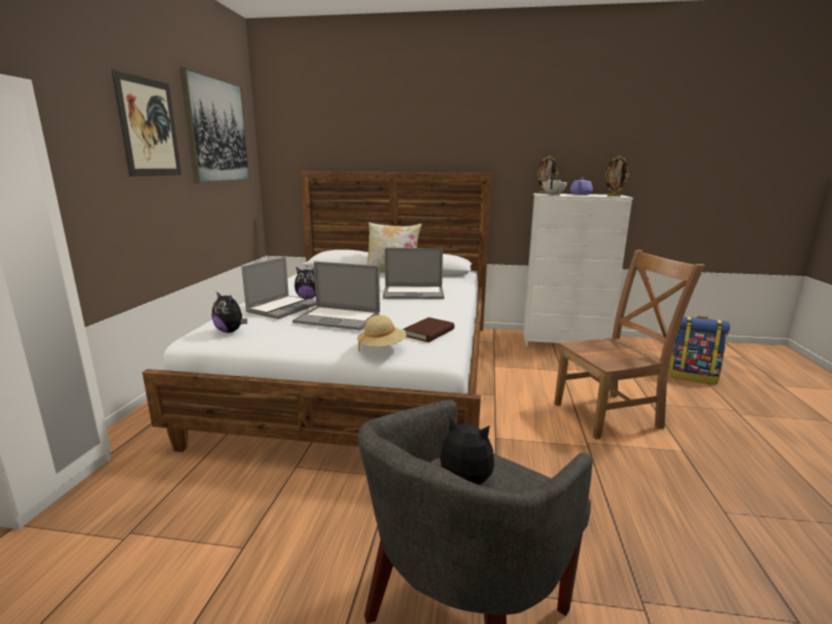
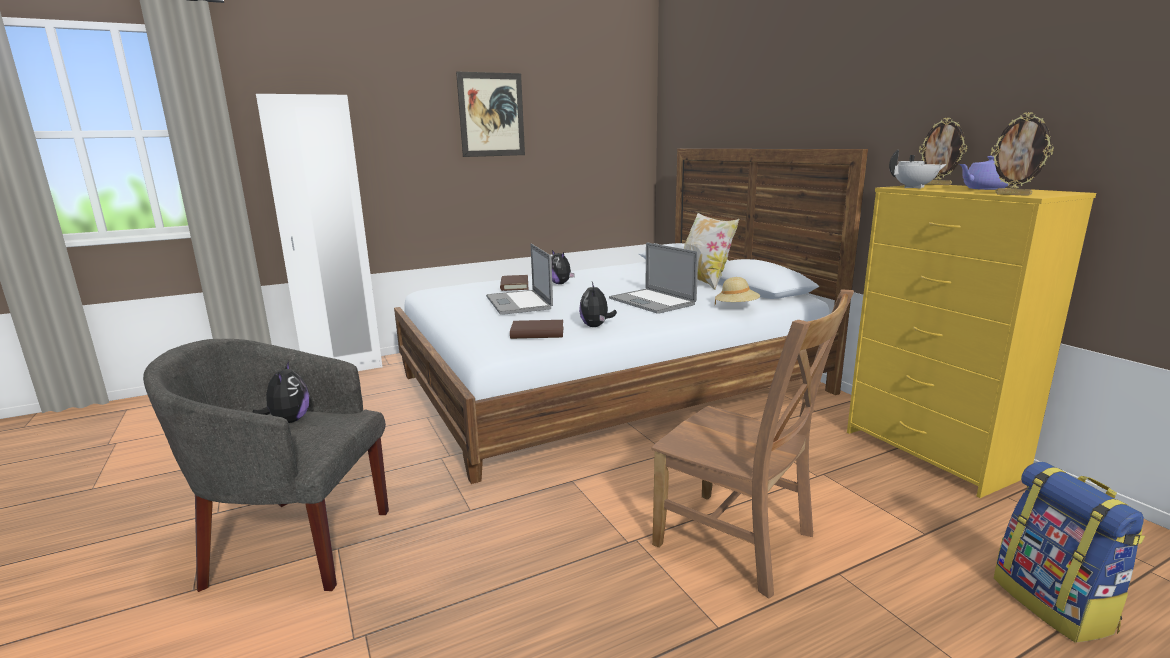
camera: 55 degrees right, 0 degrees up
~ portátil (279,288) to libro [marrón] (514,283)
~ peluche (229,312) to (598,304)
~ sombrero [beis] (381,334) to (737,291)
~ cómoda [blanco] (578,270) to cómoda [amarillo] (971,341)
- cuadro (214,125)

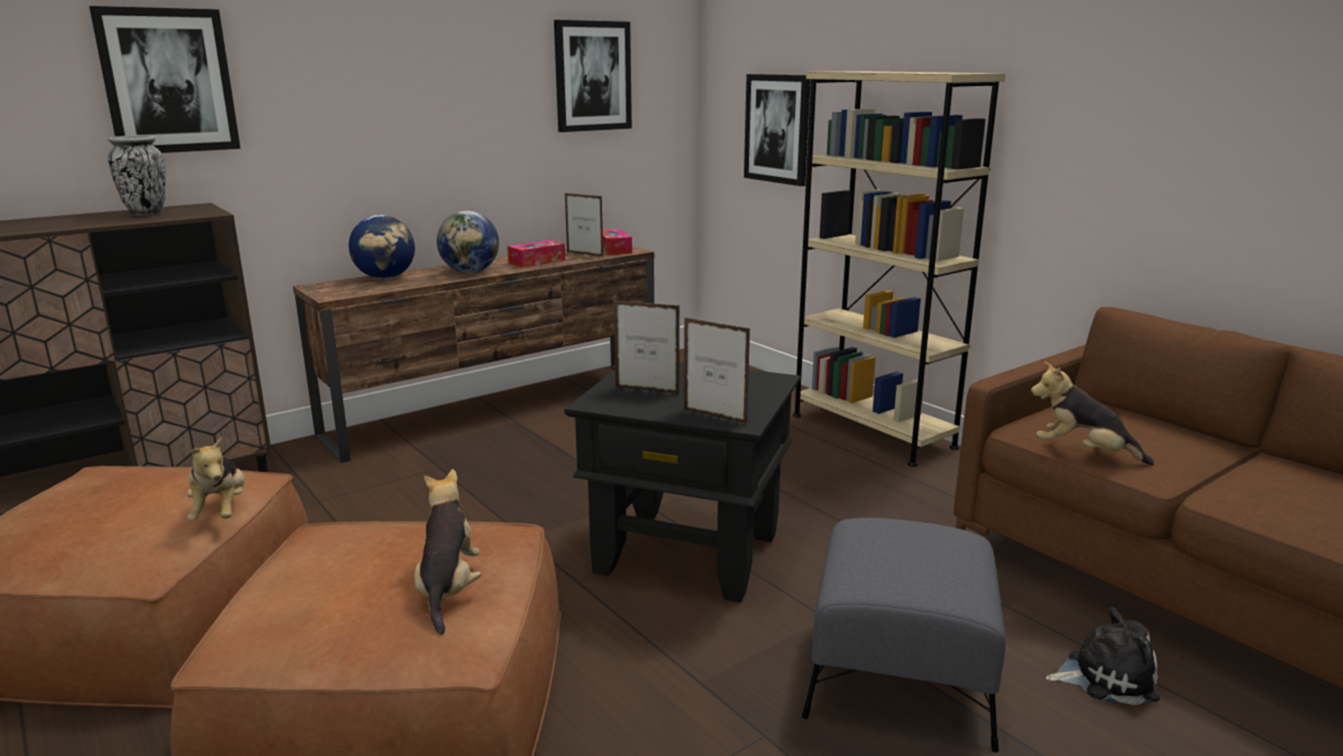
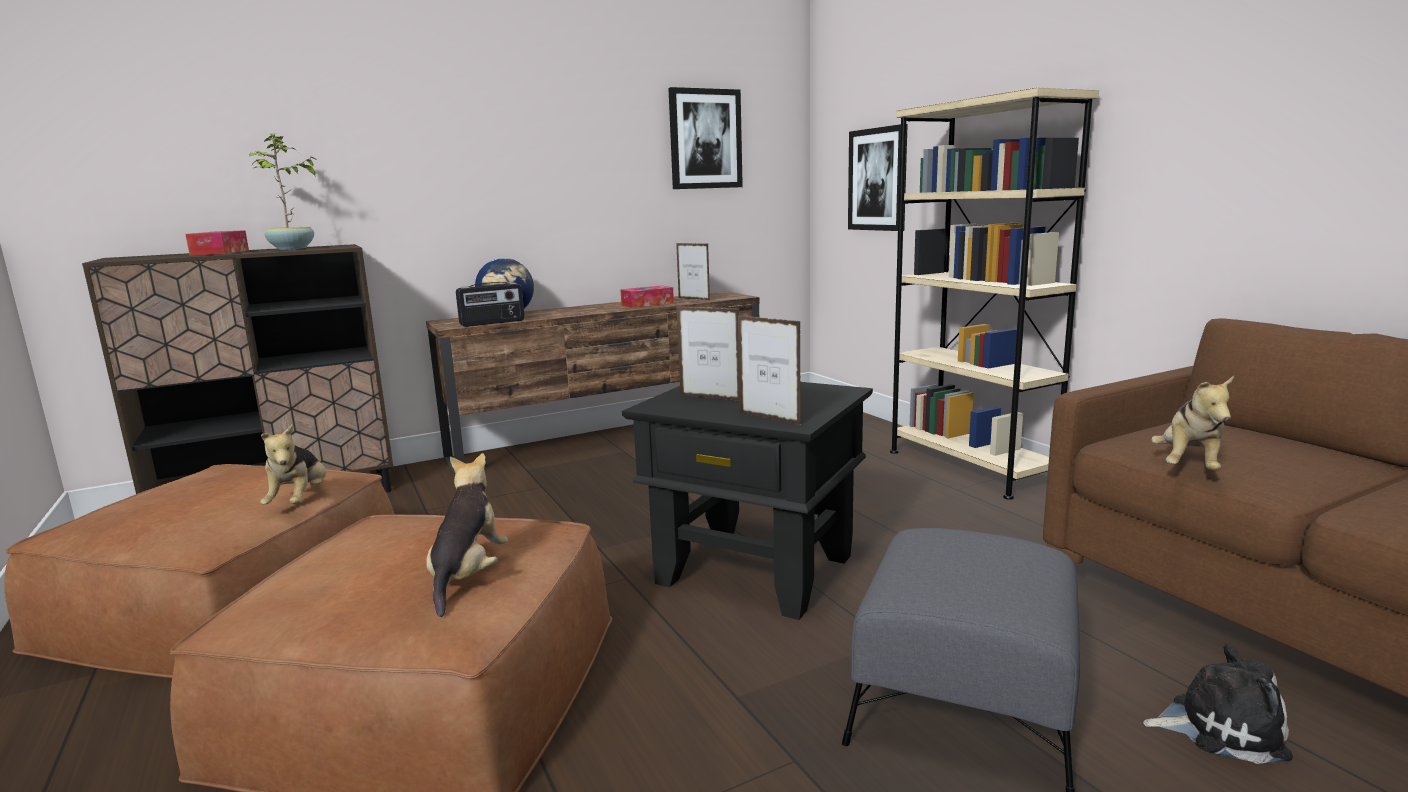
camera: 10 degrees right, 5 degrees down
~ caja de pañuelos (617,242) to (217,243)
~ florero (137,175) to planta en maceta (282,191)
+ radio (490,304)
~ peluche (1092,413) = (1192,423) 105 degrees counterclockwise
- cuadro (165,79)
- globo terráqueo (468,242)

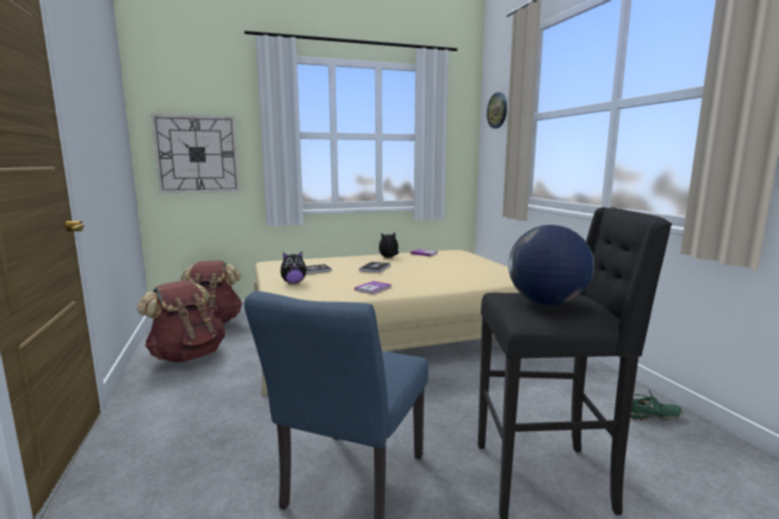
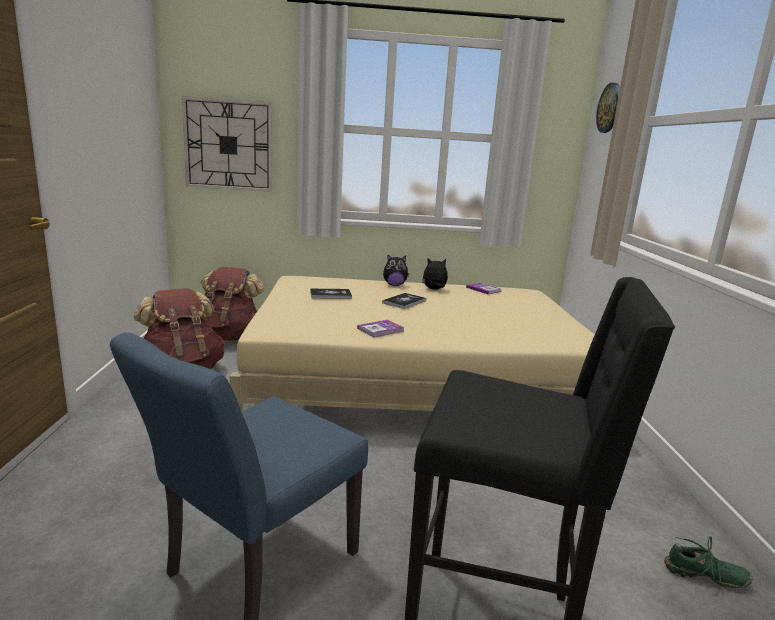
camera: 15 degrees right, 5 degrees up
~ peluche (293,268) to (396,270)
- globo terráqueo (551,265)

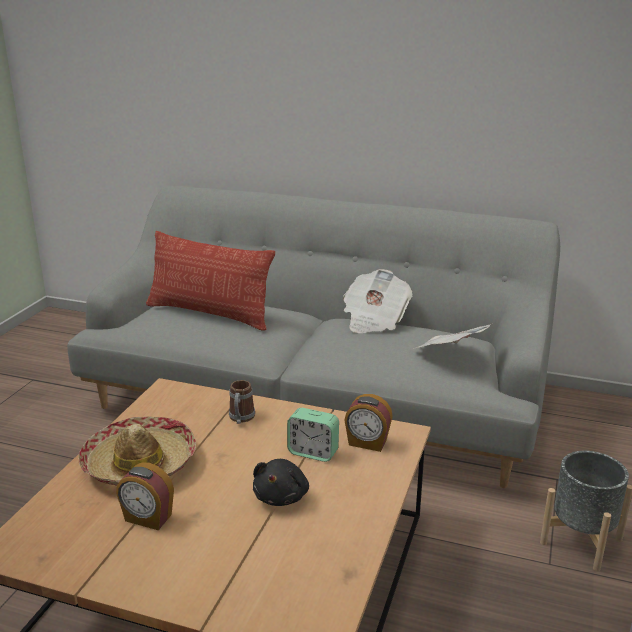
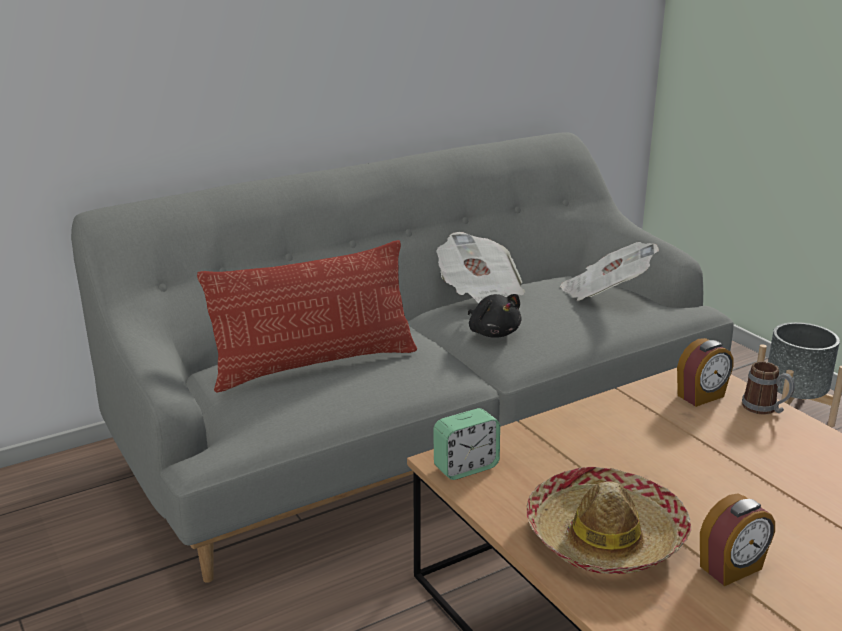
camera: 50 degrees left, 0 degrees up
~ despertador (313,435) to (466,444)
~ peluche [negro] (281,482) to (495,316)
~ taza grande (242,402) to (768,388)

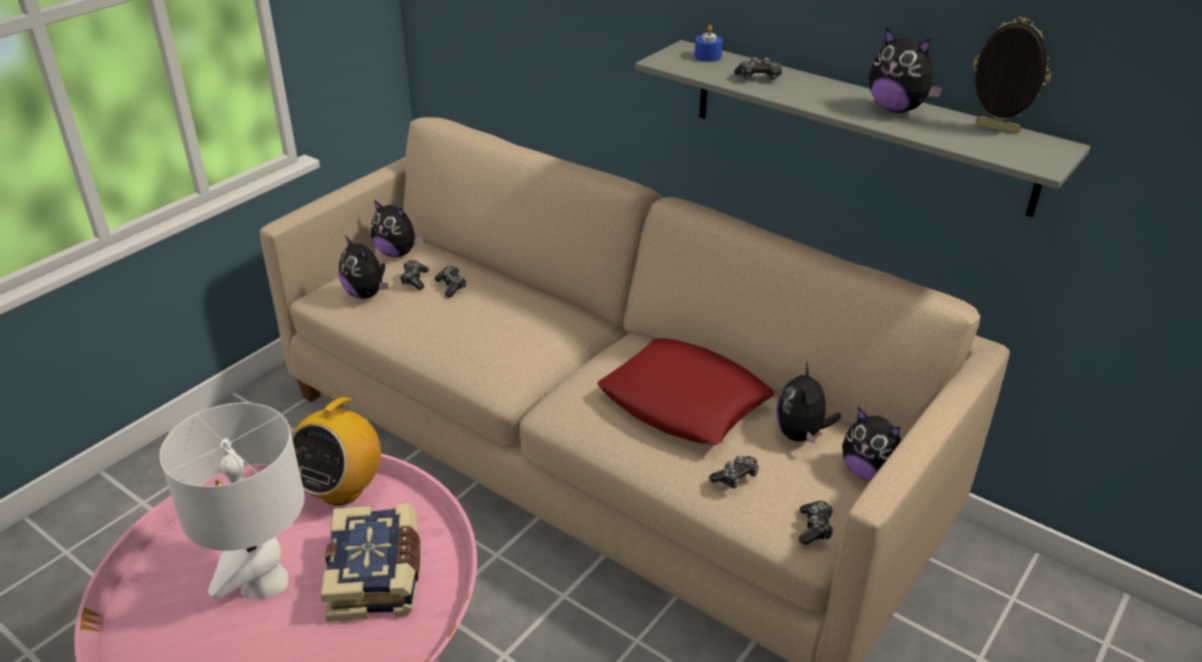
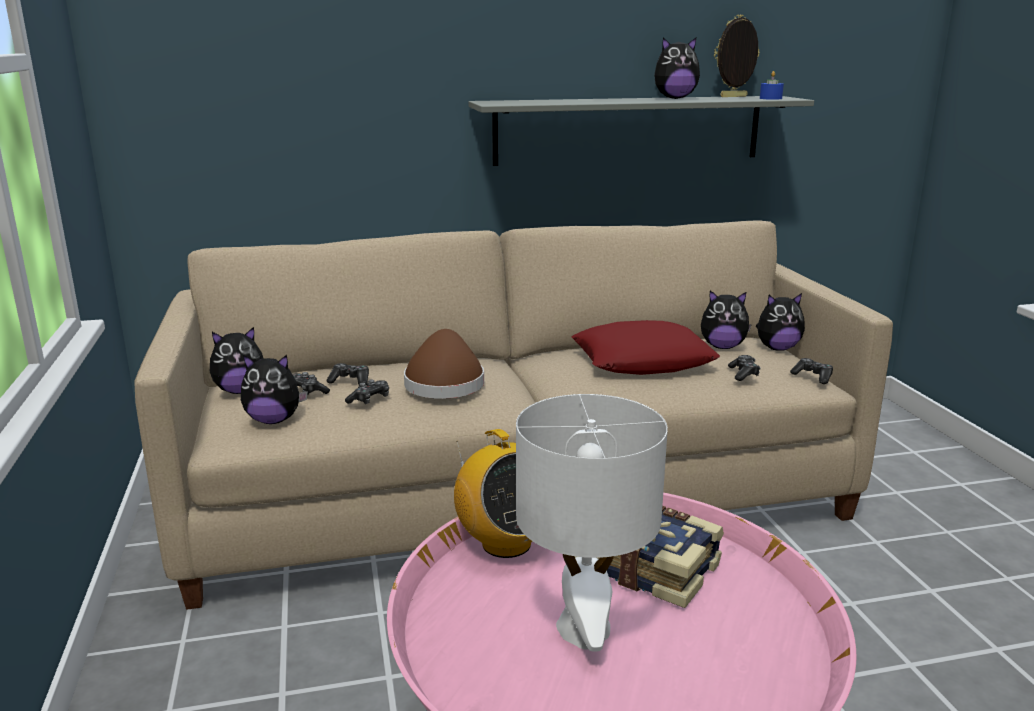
camera: 50 degrees left, 15 degrees down
~ mando de consola (758,68) to (367,391)
+ sombrero [marrón] (444,364)
~ peluche (808,403) = (726,319) 45 degrees counterclockwise
~ vela [azul] (708,43) to (772,85)

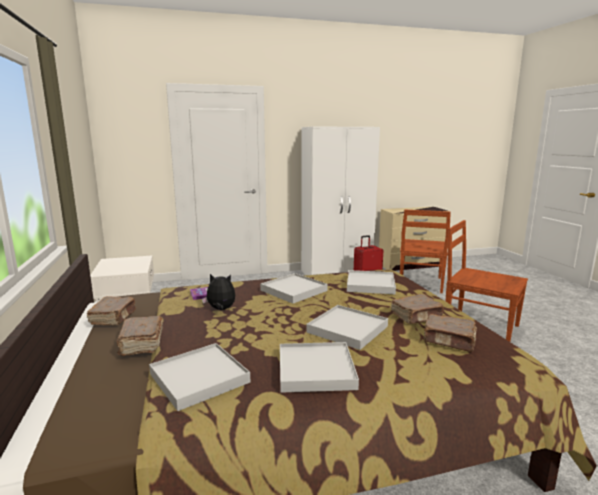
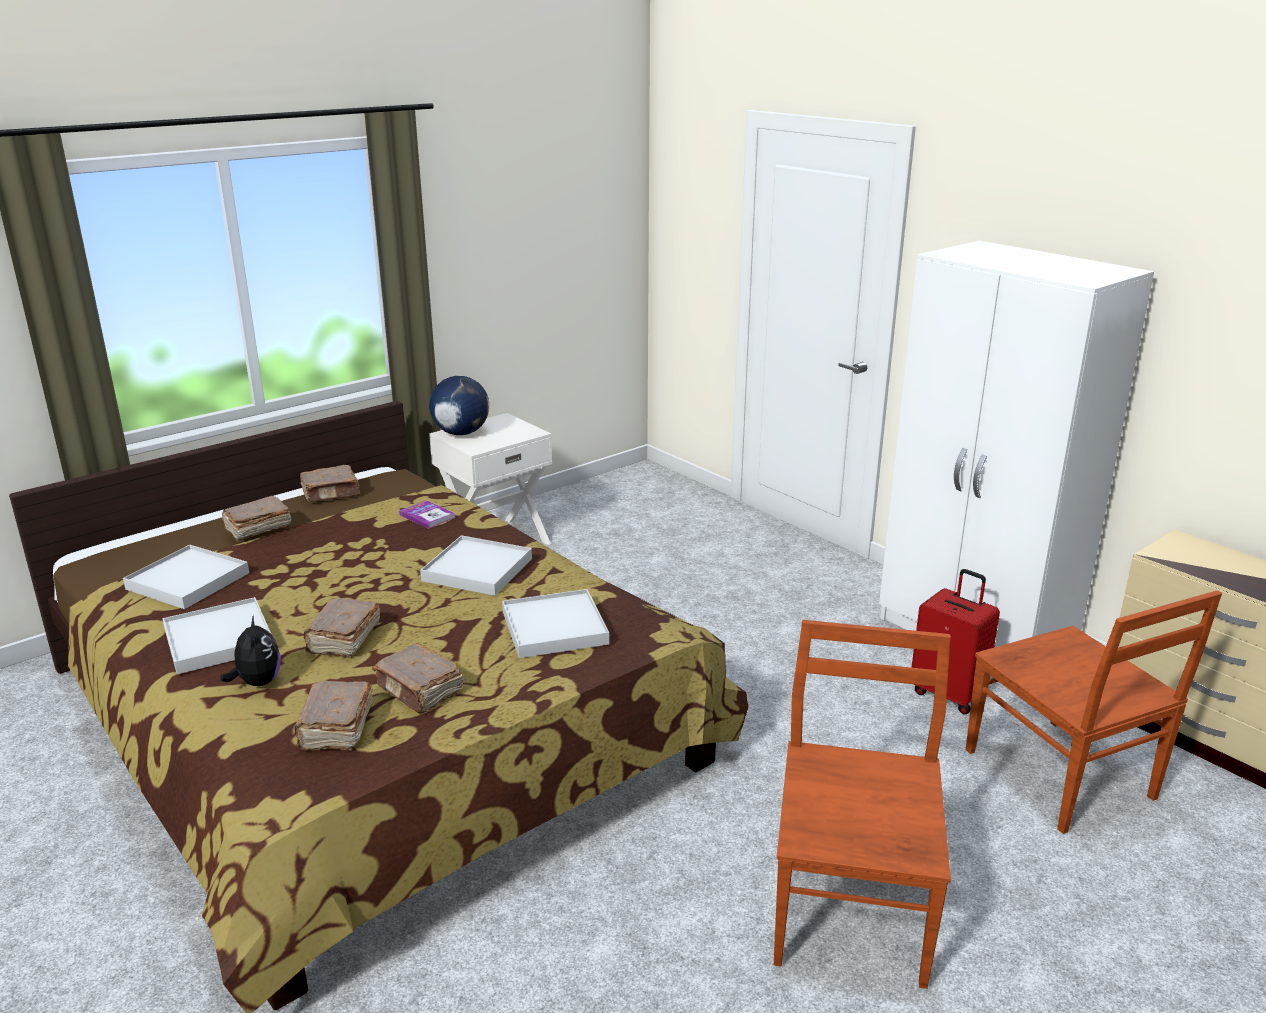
camera: 65 degrees right, 10 degrees up
~ peluche (218,292) to (250,650)
~ bandeja [blanco] (347,327) to libro [marrón] (342,628)
+ globo terráqueo (459,405)
~ silla [marrón] (425,251) = (1094,712) 105 degrees counterclockwise

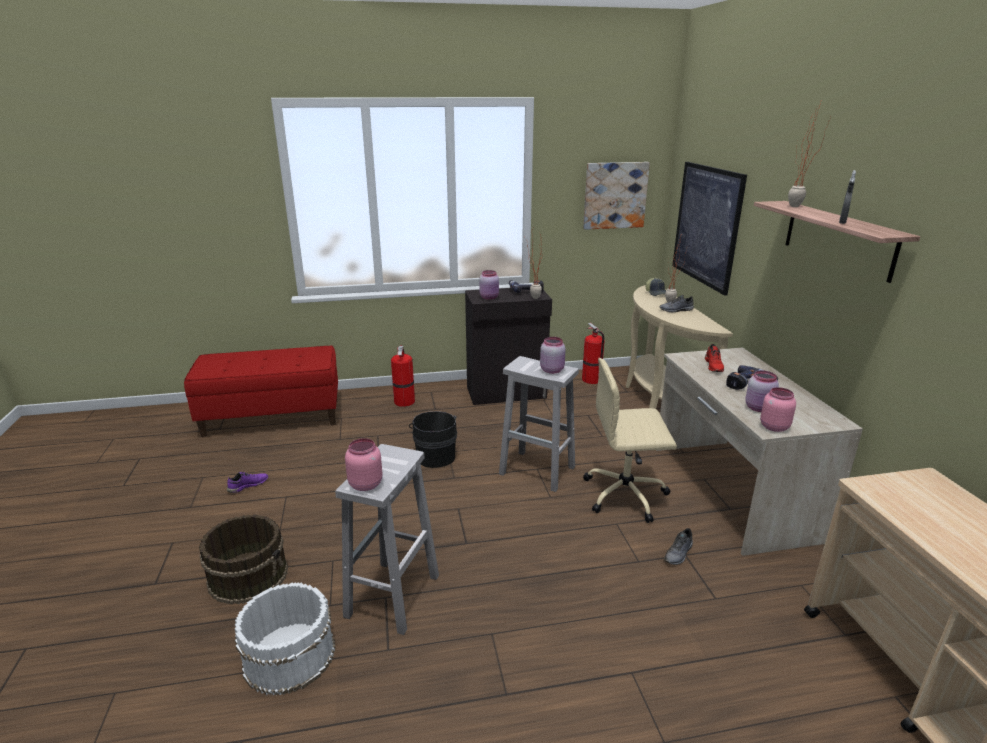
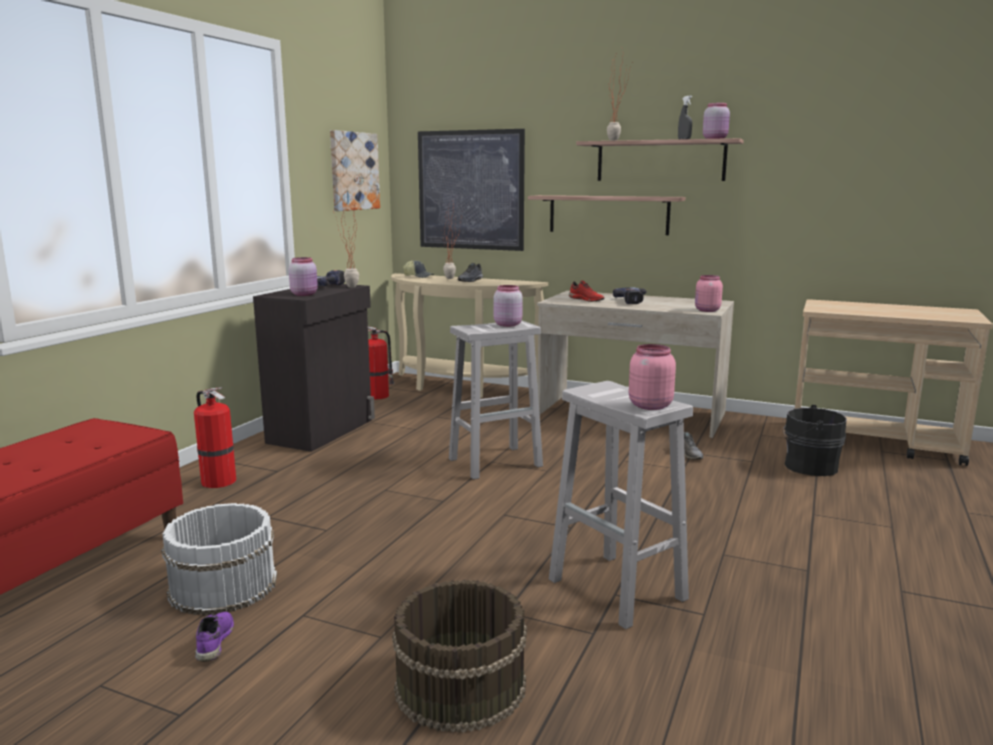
camera: 55 degrees left, 10 degrees down
~ cubo [blanco] (285,638) to (219,559)
+ estante (606,215)
~ tarro [rosa] (762,391) to (716,121)
~ cubo [negro] (433,439) to (815,440)
- silla de oficina [beis] (630,440)

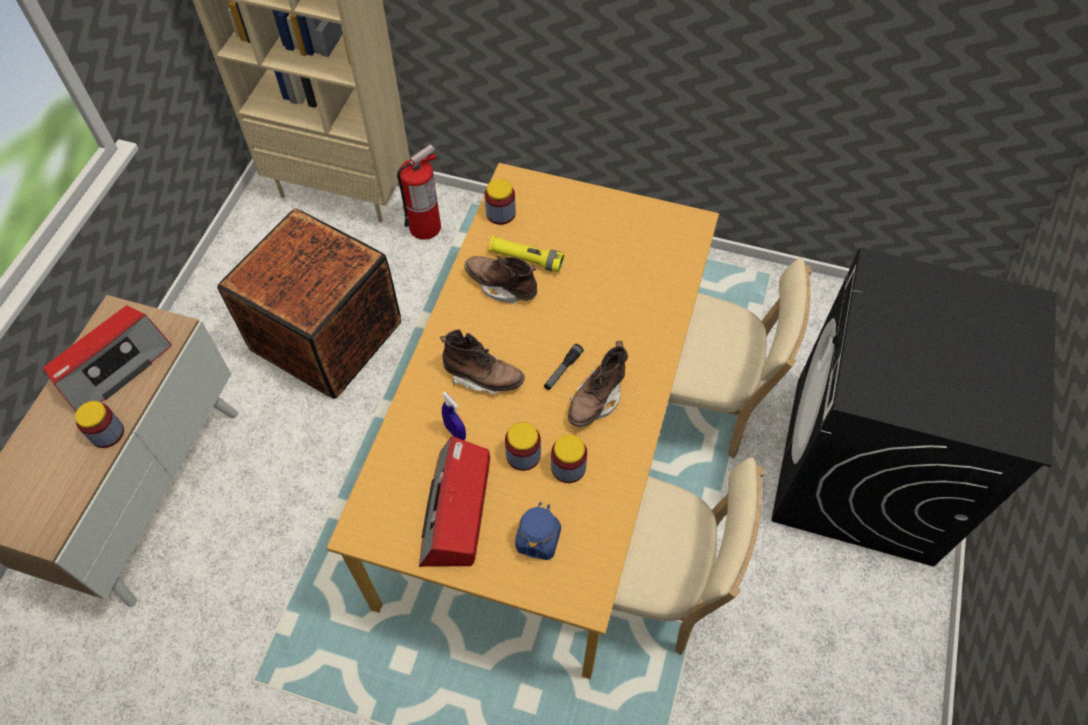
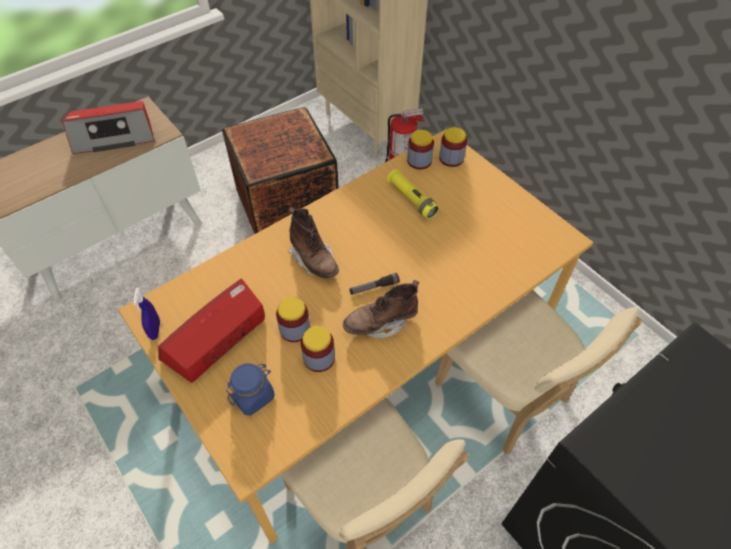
camera: 35 degrees right, 5 degrees down
~ pulverizador [azul] (454,416) to (146,314)
~ tarro (99,424) to (453,147)
- bota [marrón] (500,280)

